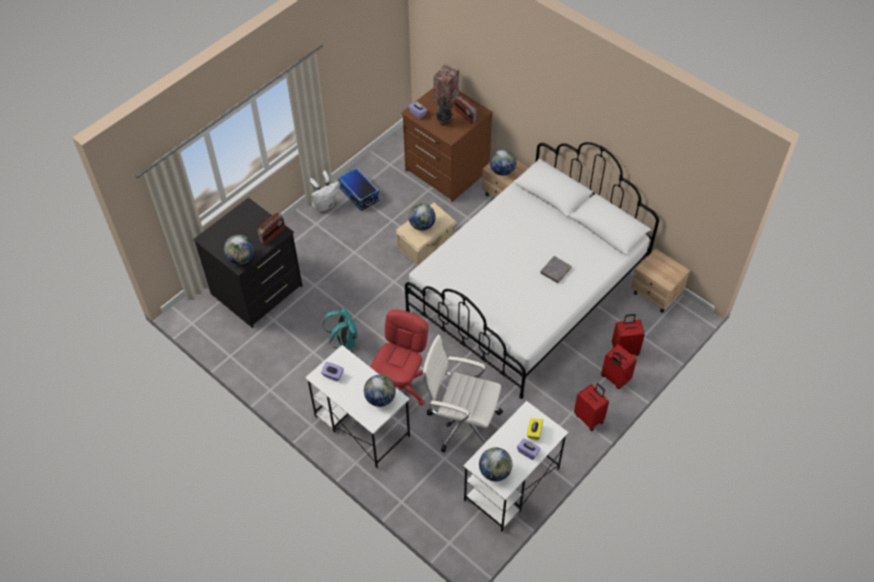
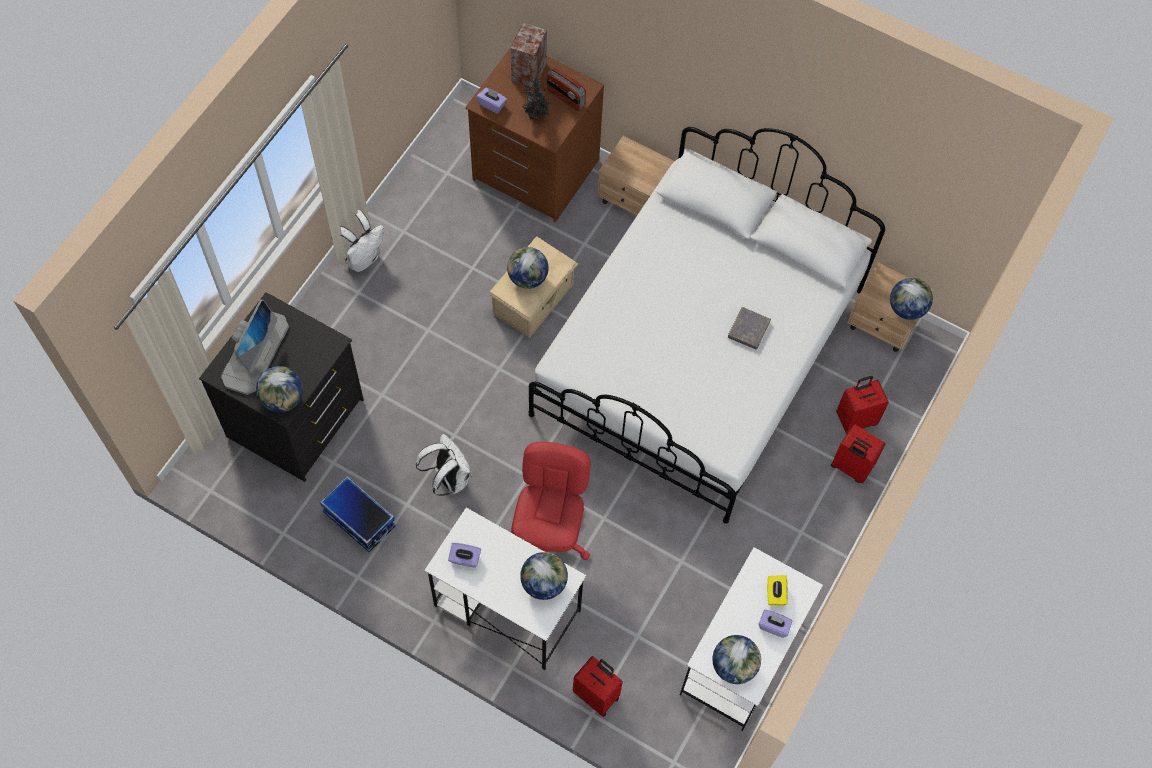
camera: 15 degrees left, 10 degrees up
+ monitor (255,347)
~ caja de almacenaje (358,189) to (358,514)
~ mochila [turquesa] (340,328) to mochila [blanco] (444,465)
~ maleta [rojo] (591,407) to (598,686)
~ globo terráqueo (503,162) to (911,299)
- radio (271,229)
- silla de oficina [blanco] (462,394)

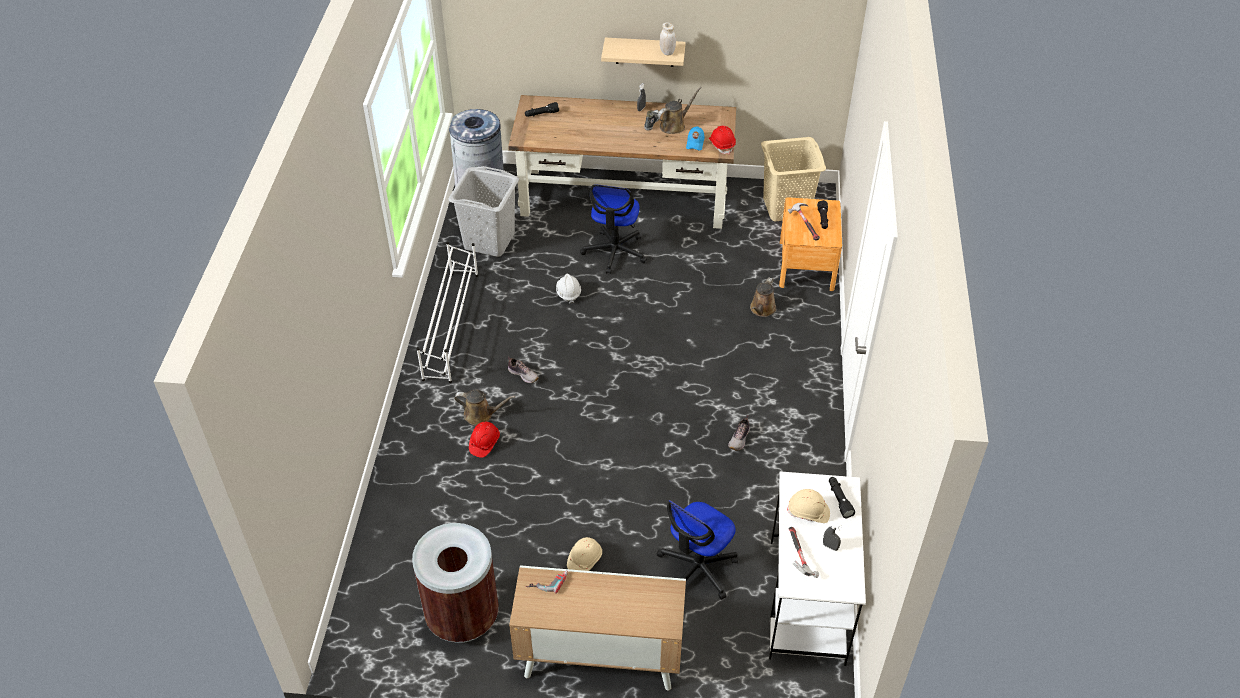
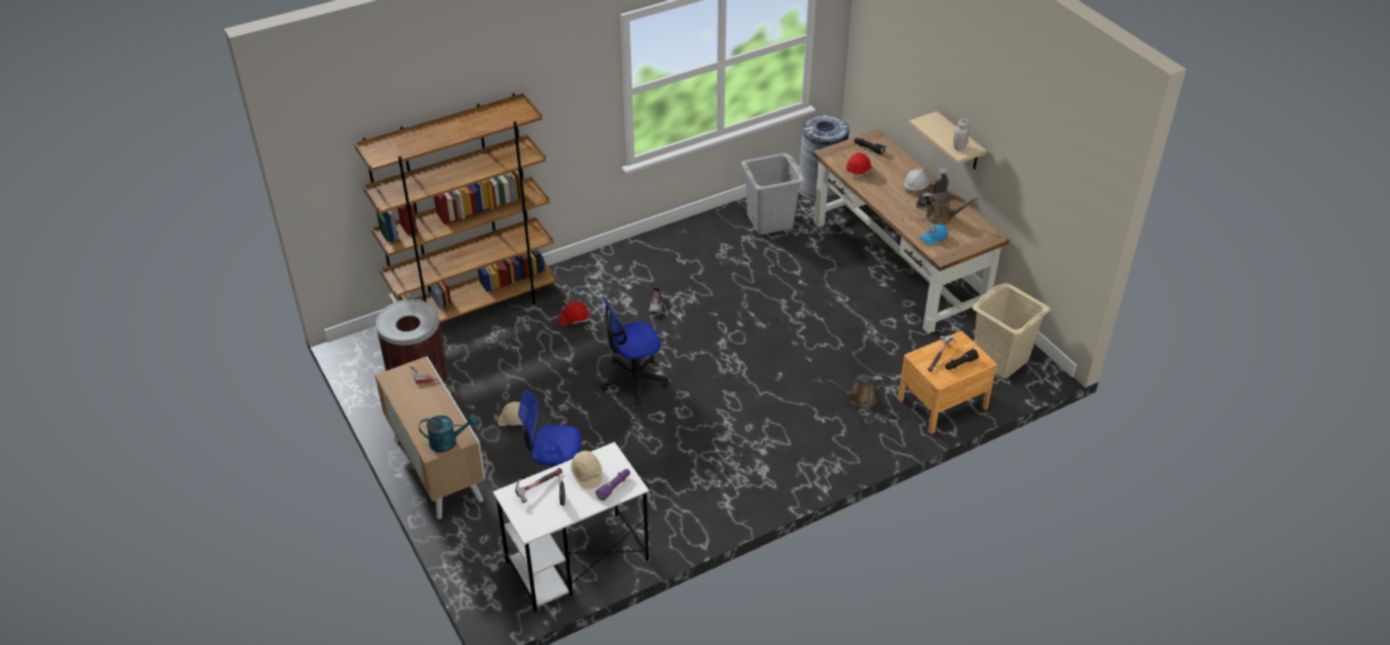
camera: 55 degrees right, 5 degrees down
+ estantería [marrón] (455,207)
+ regadera [turquesa] (448,433)
~ linterna [negro] (842,498) to linterna [morado] (612,485)
~ silla de oficina (613,229) to (635,351)
~ casco [rojo] (722,140) to (859,166)
~ casco [blanco] (568,289) to (917,181)
- zapatero [blanco] (447,312)
- regadera [marrón] (484,408)
- zapato (739,433)

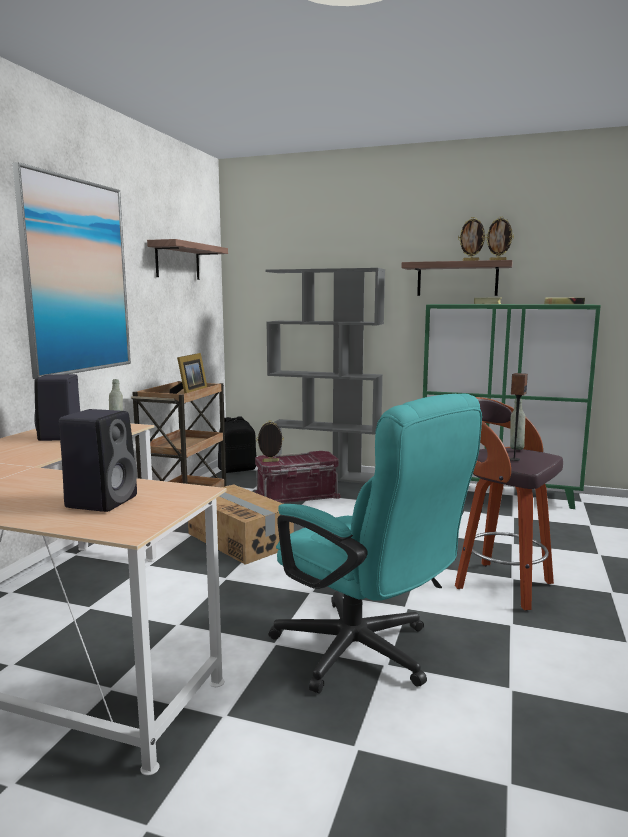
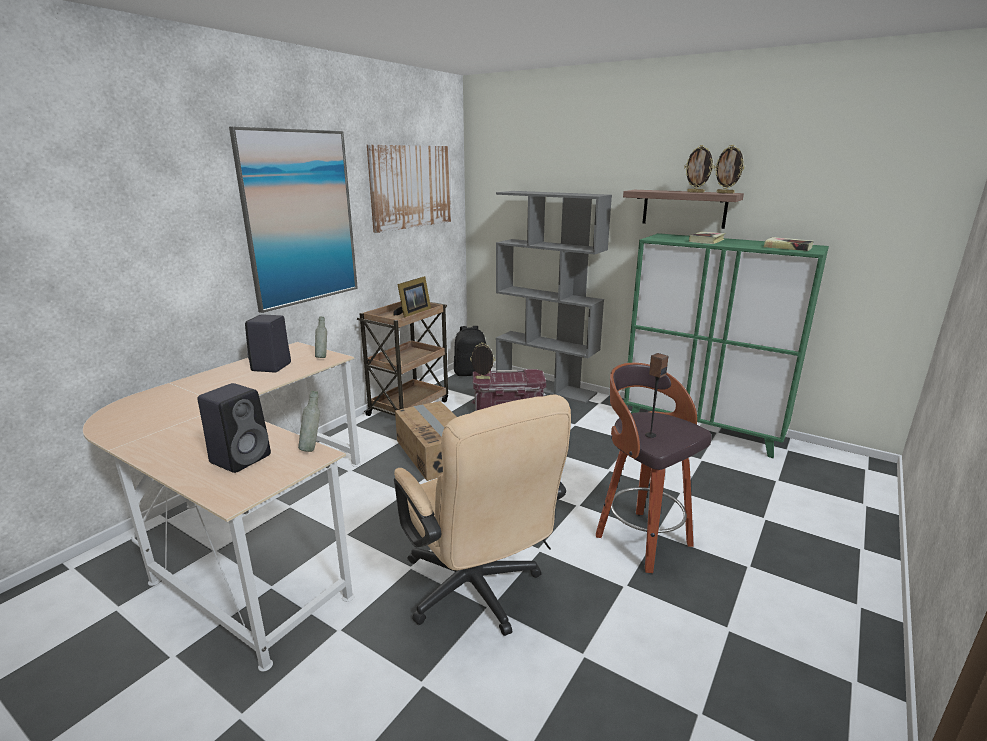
camera: 15 degrees right, 10 degrees up
~ botella [gris] (517,424) to (309,421)
~ estante (187,259) to cuadro (409,189)
~ silla de oficina [turquesa] (375,543) to silla de oficina [beis] (482,515)

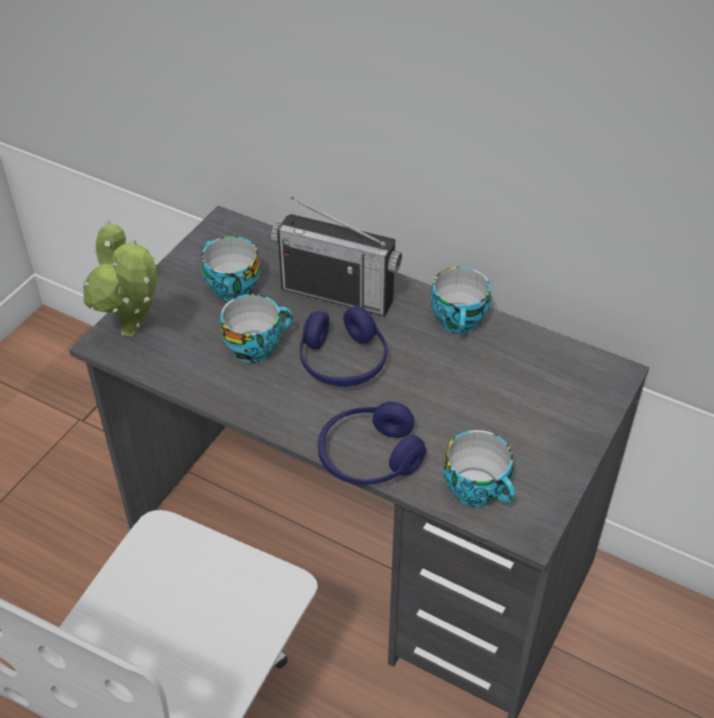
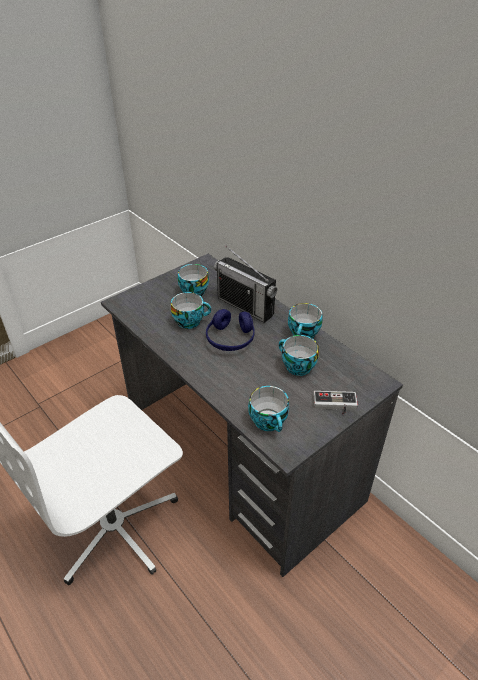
camera: 20 degrees right, 5 degrees down
+ taza (299,355)
+ mando de consola (335,402)
- planta en maceta (120,278)
- auriculares [azul] (372,443)

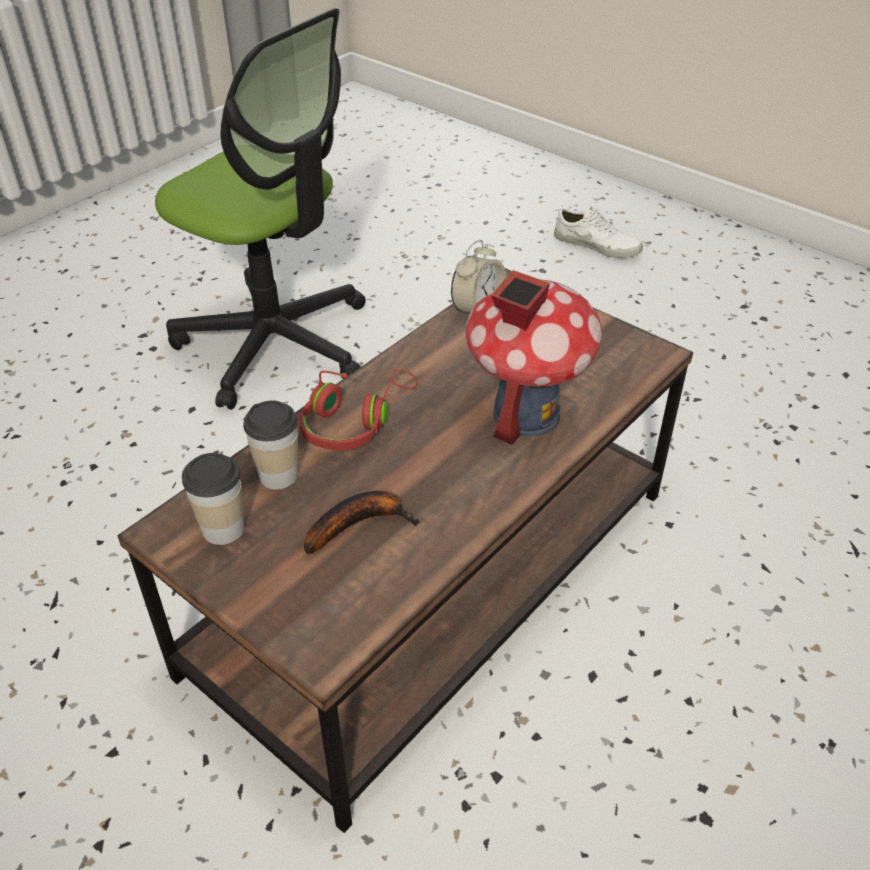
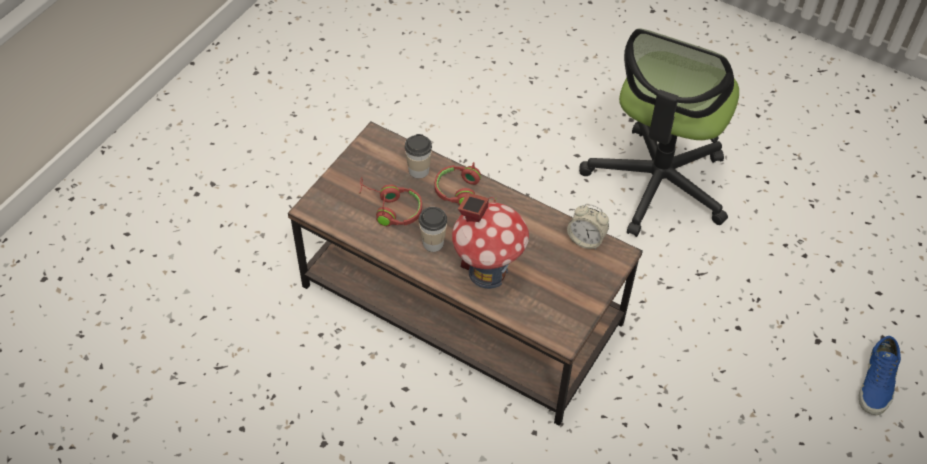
camera: 80 degrees right, 10 degrees up
~ plátano (362,523) to auriculares [rojo] (390,201)
~ taza (213,499) to (433,229)
~ zapato [blanco] (598,231) to zapato [azul] (880,375)

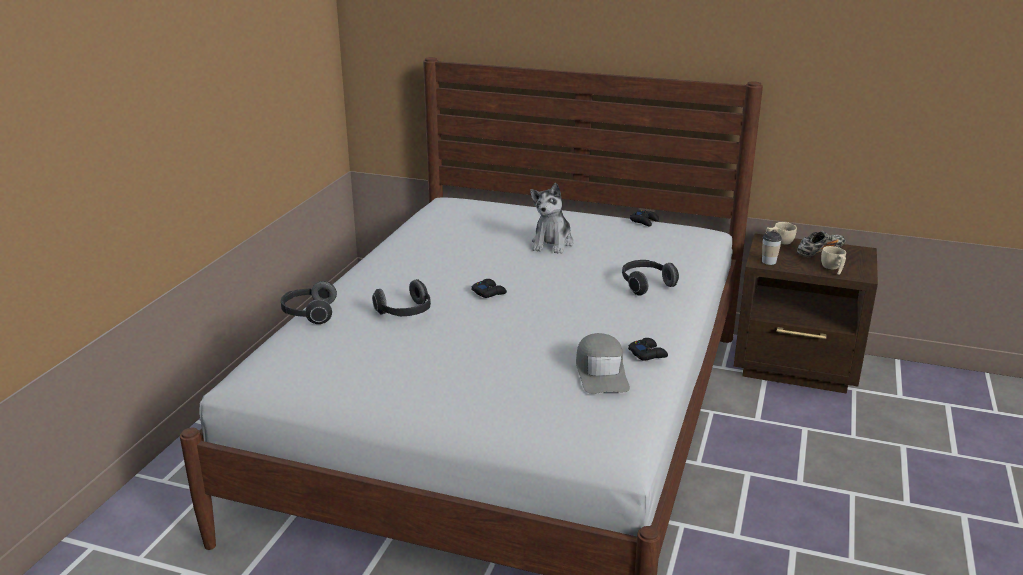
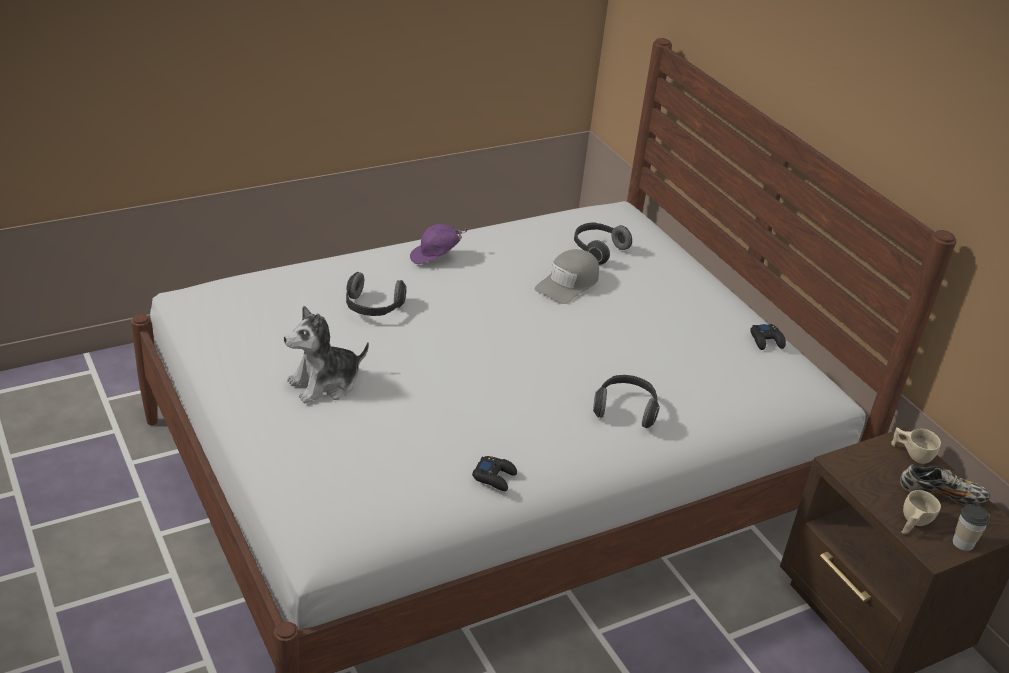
camera: 40 degrees right, 10 degrees up
~ peluche (552,218) to (326,354)
+ gorra [morado] (439,244)
~ gorra [gris] (603,363) to (567,276)
~ auriculares (309,302) to (603,244)
~ taza (772,248) to (971,527)
- mando de consola [negro] (489,288)

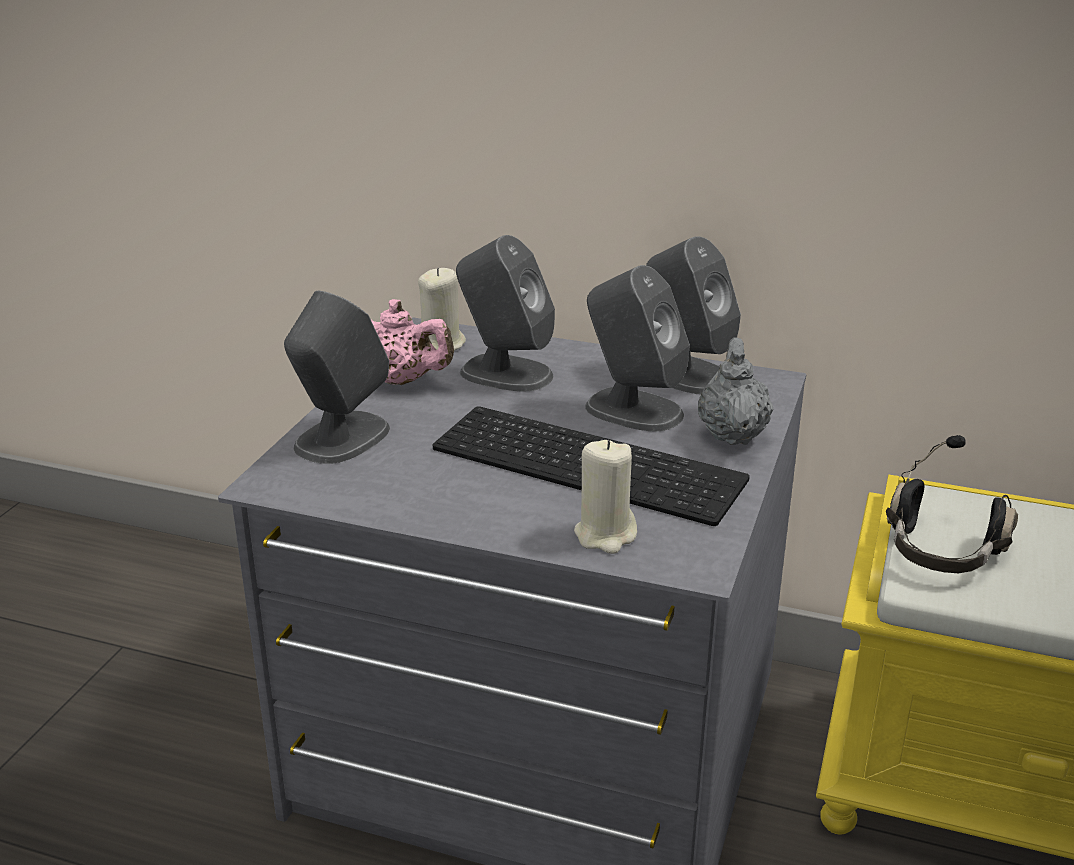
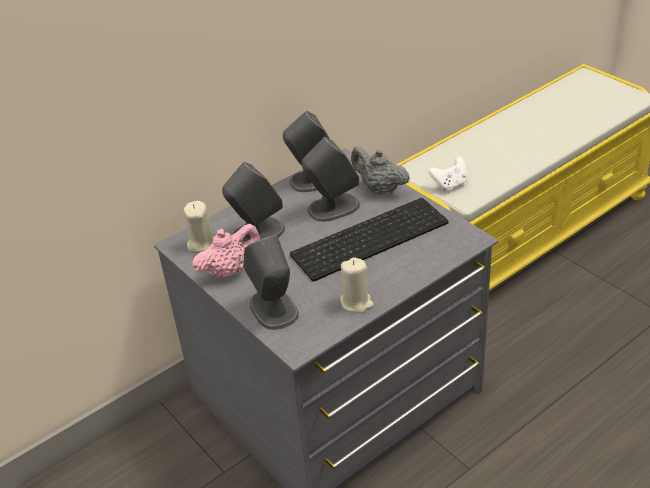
camera: 55 degrees left, 10 degrees up
~ vela [beis] (605,497) to (357,285)
~ auriculares [negro] (952,504) to mando de consola [blanco] (448,174)

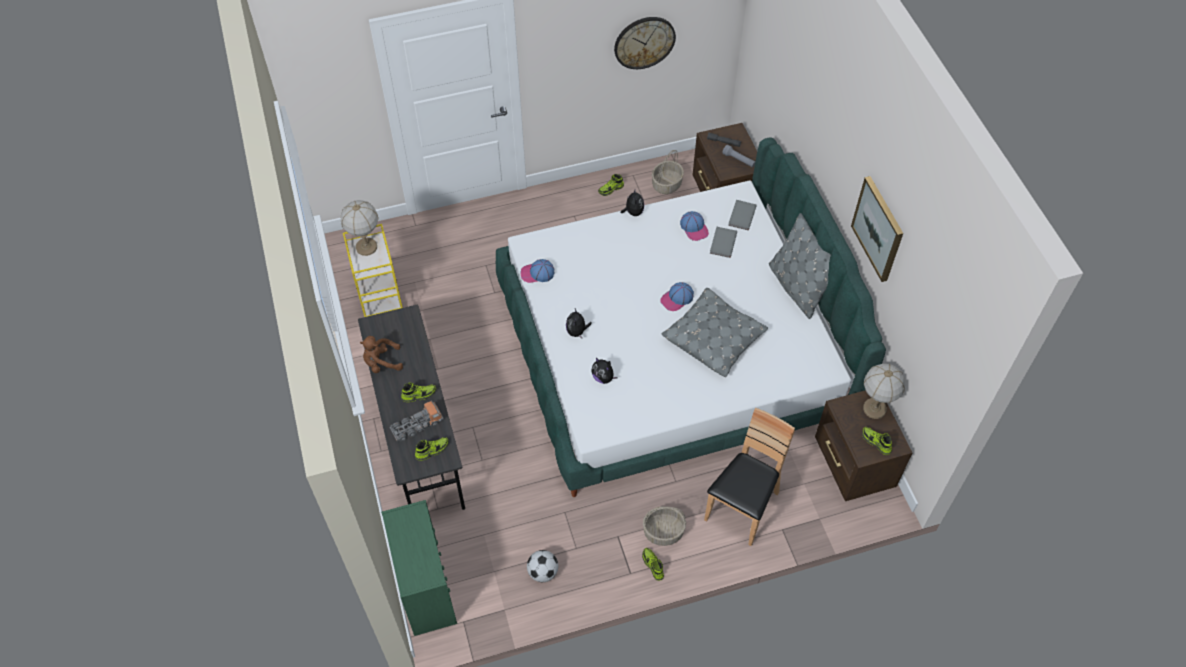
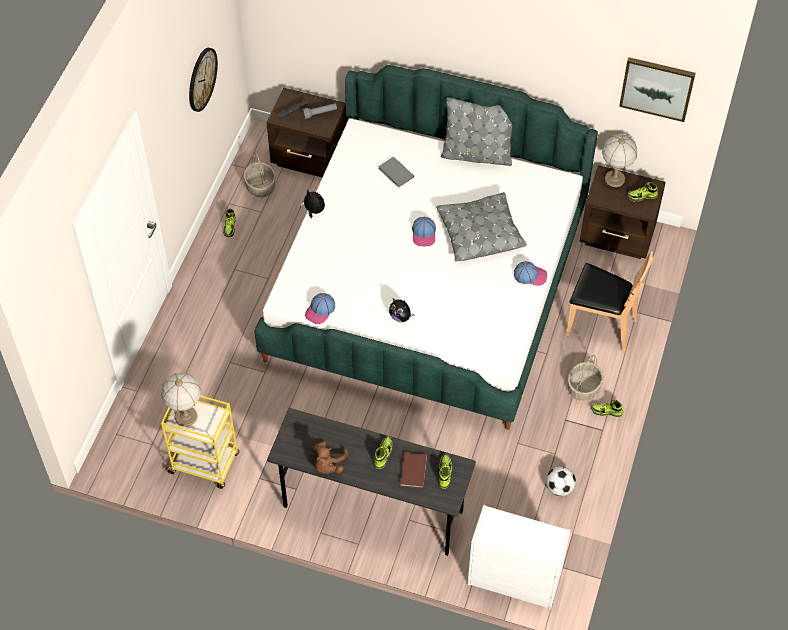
camera: 55 degrees left, 0 degrees up
~ camión de juguete (417,421) to libro [marrón] (413,470)
~ cómoda [verde] (419,568) to cómoda [blanco] (518,557)
~ gorra (694,226) to (530,273)
~ silla [marrón] (749,477) = (610,301) 135 degrees clockwise
~ cuadro (877,229) to (657,89)
- peluche (604,371)
- libro [gris] (742,215)

